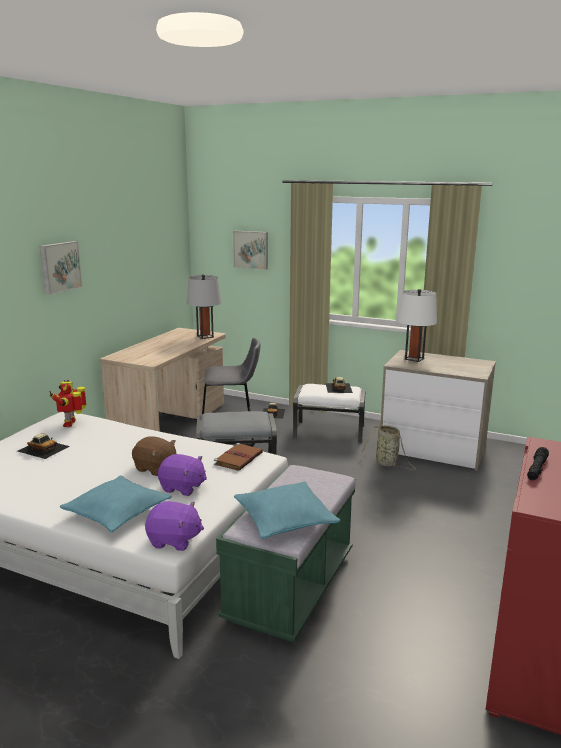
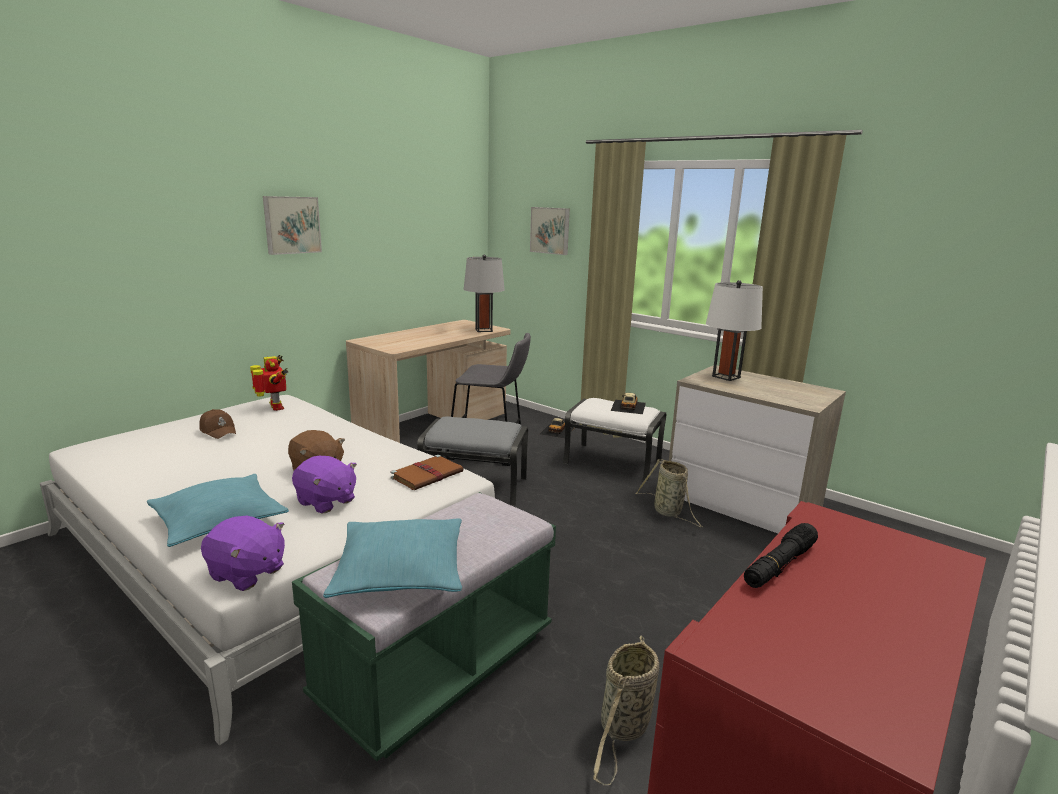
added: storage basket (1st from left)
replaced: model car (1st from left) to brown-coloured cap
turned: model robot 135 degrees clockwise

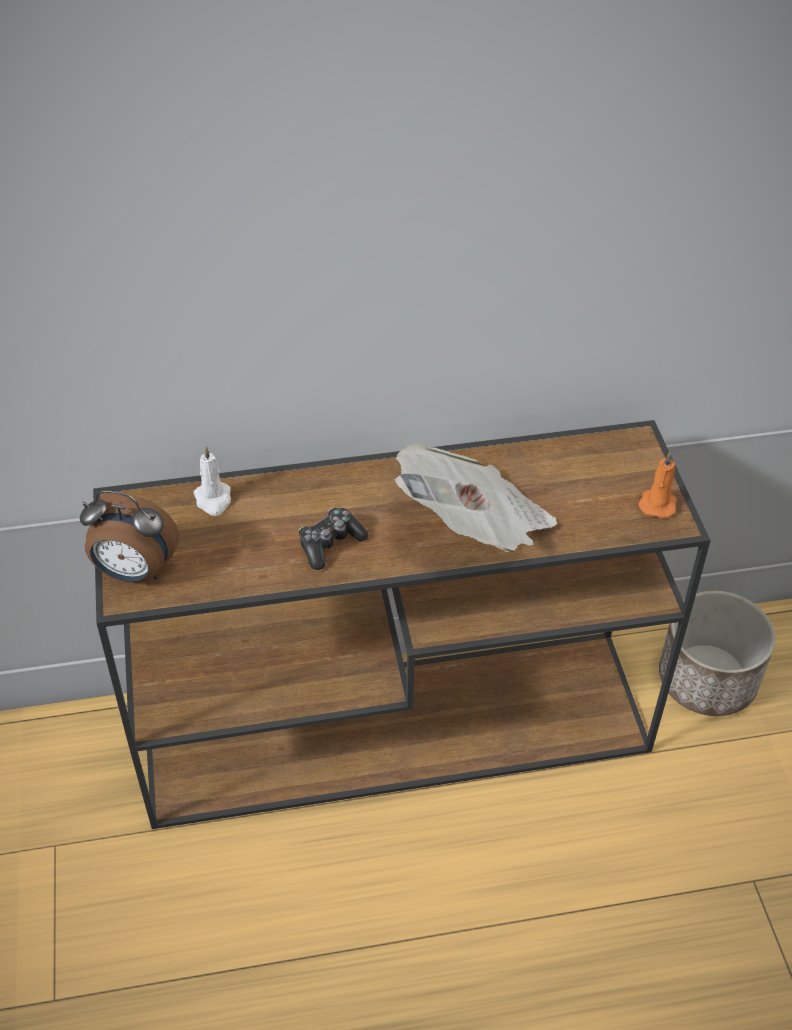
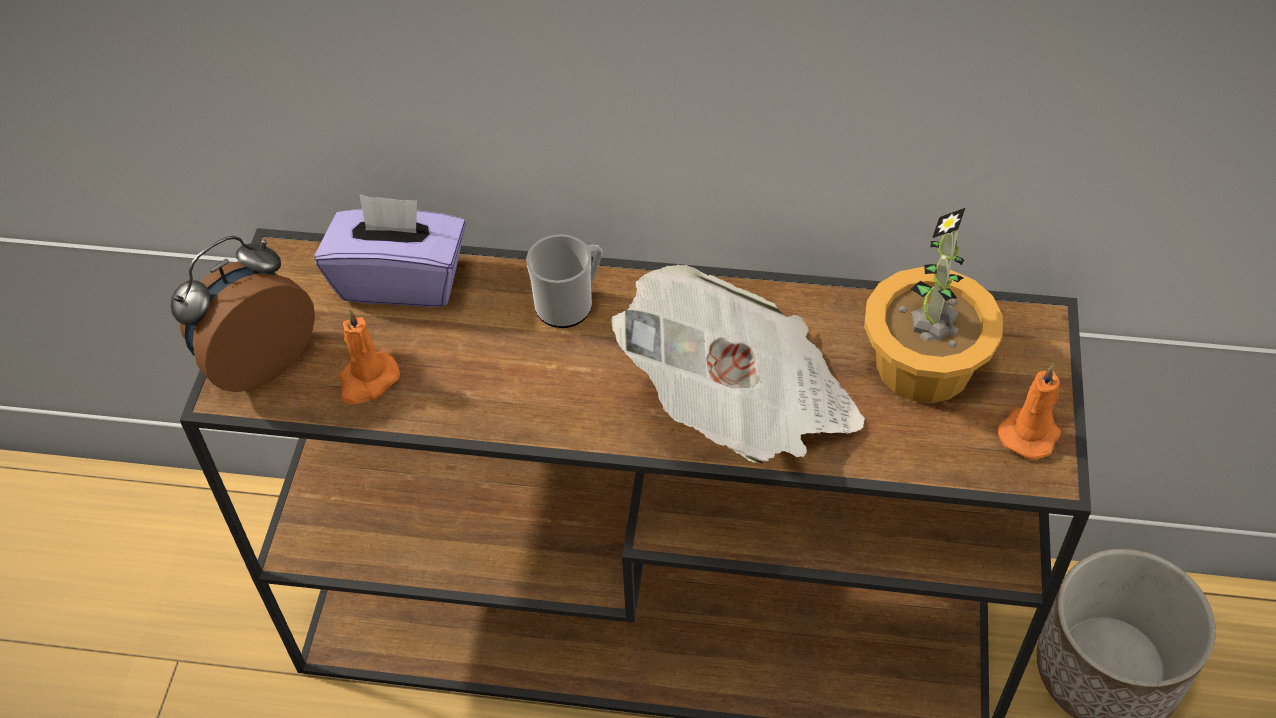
removed: gamepad
added: potted plant; mug; orangey candle (1st from left)
replaced: white-coloured candle to purplish tissue holder
turned: alarm clock 105 degrees clockwise

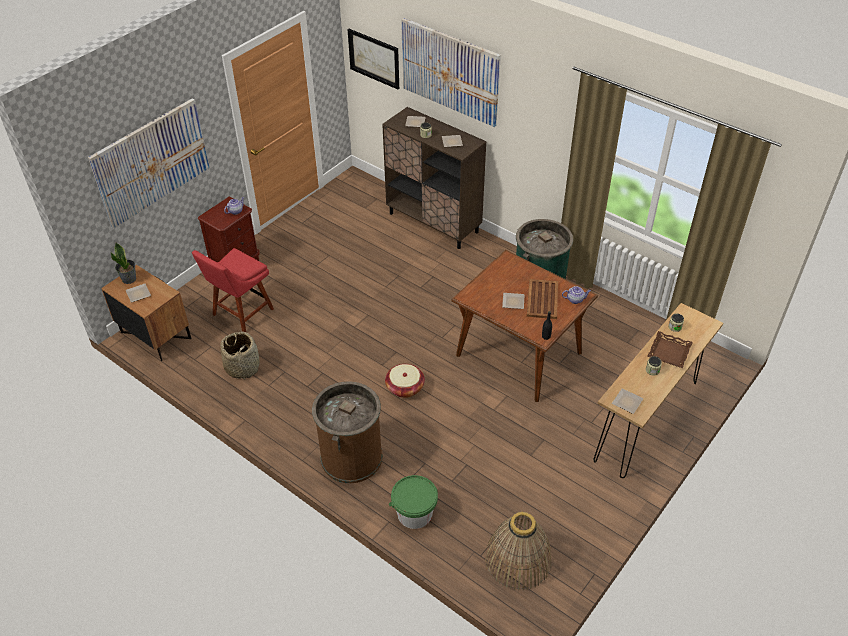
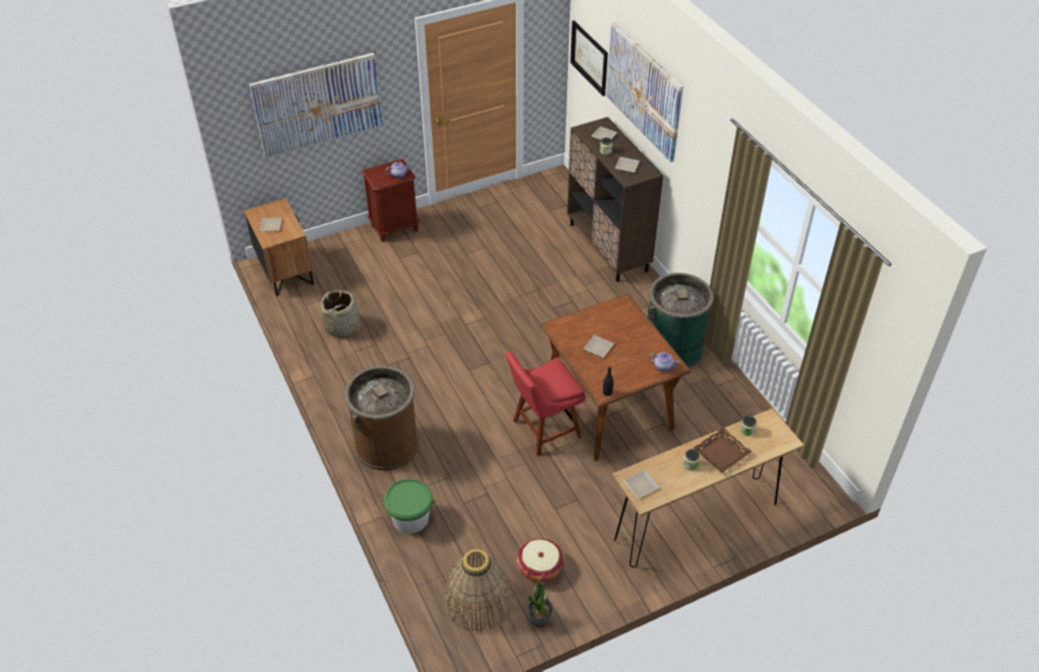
removed: brown-coloured carrying tray (1st from left)
moved: potted plant; reddish upright chair; storage basket (2nd from left in the first image) to storage basket (3rd from left)

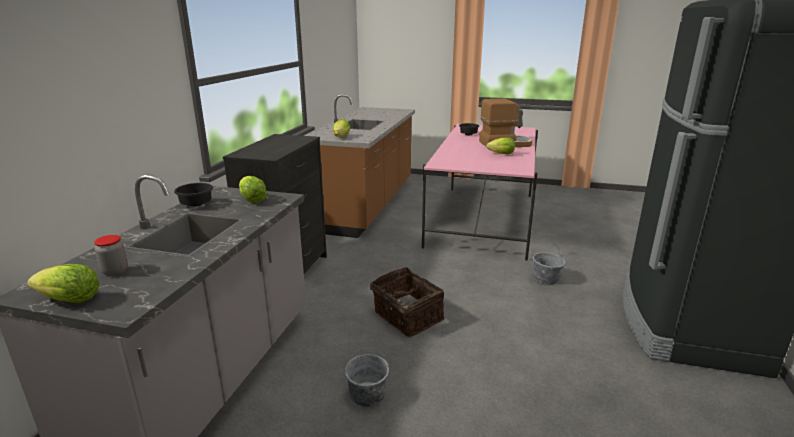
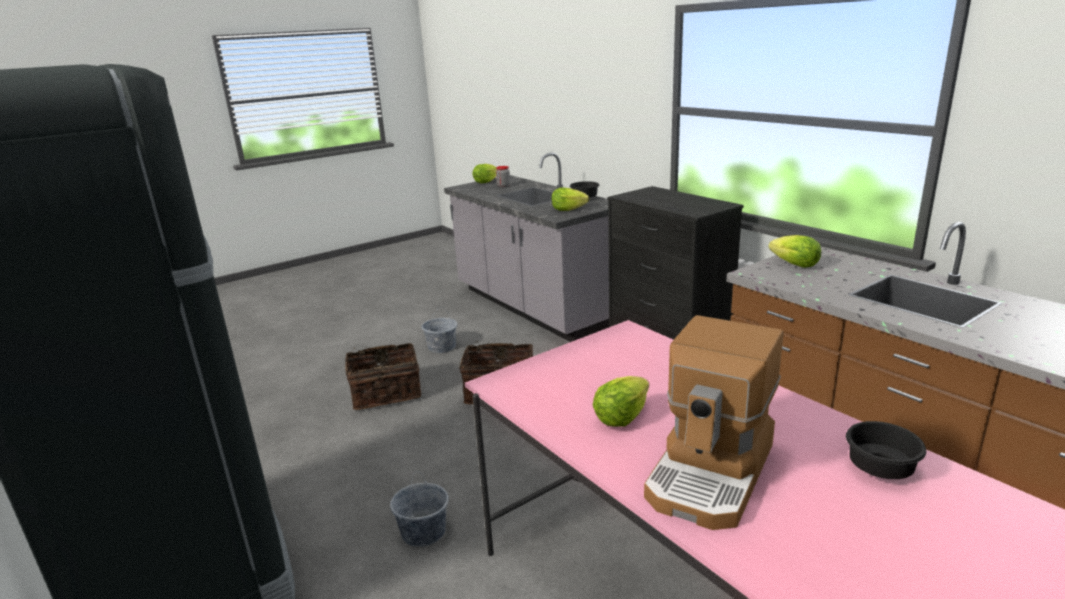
added: storage basket (1st from left)

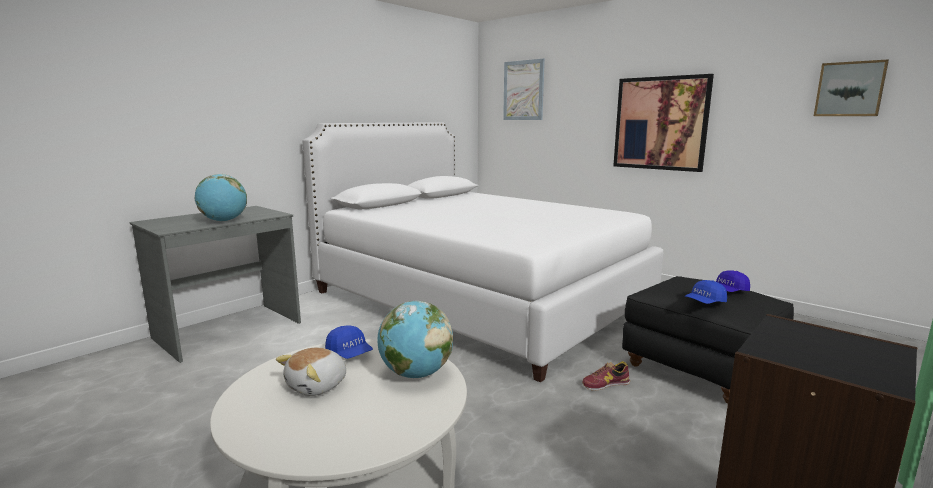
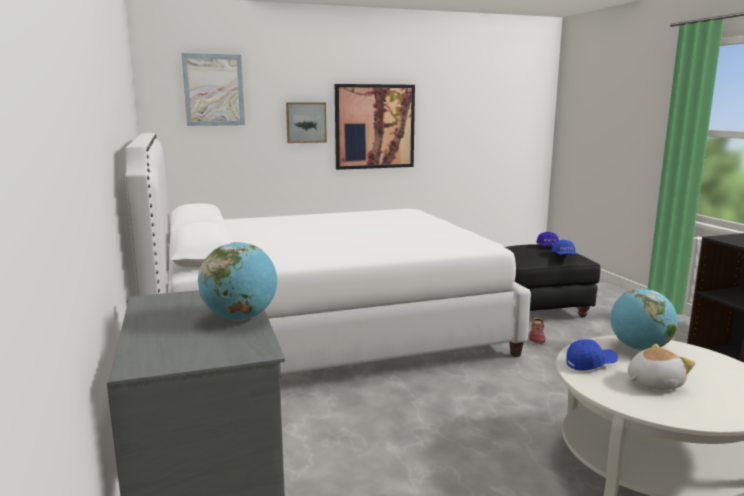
moved: wall art (3rd from left in the first image) to wall art (2nd from left)
turned: cuddly toy 90 degrees counterclockwise

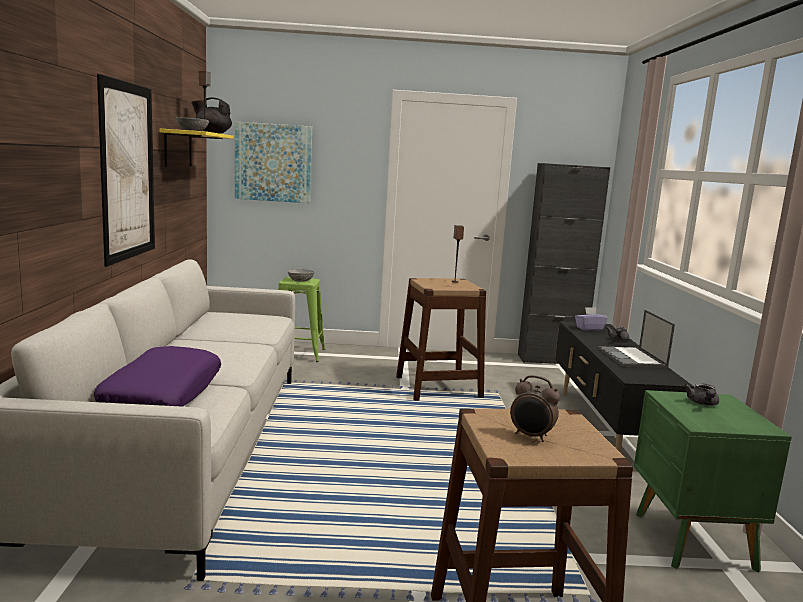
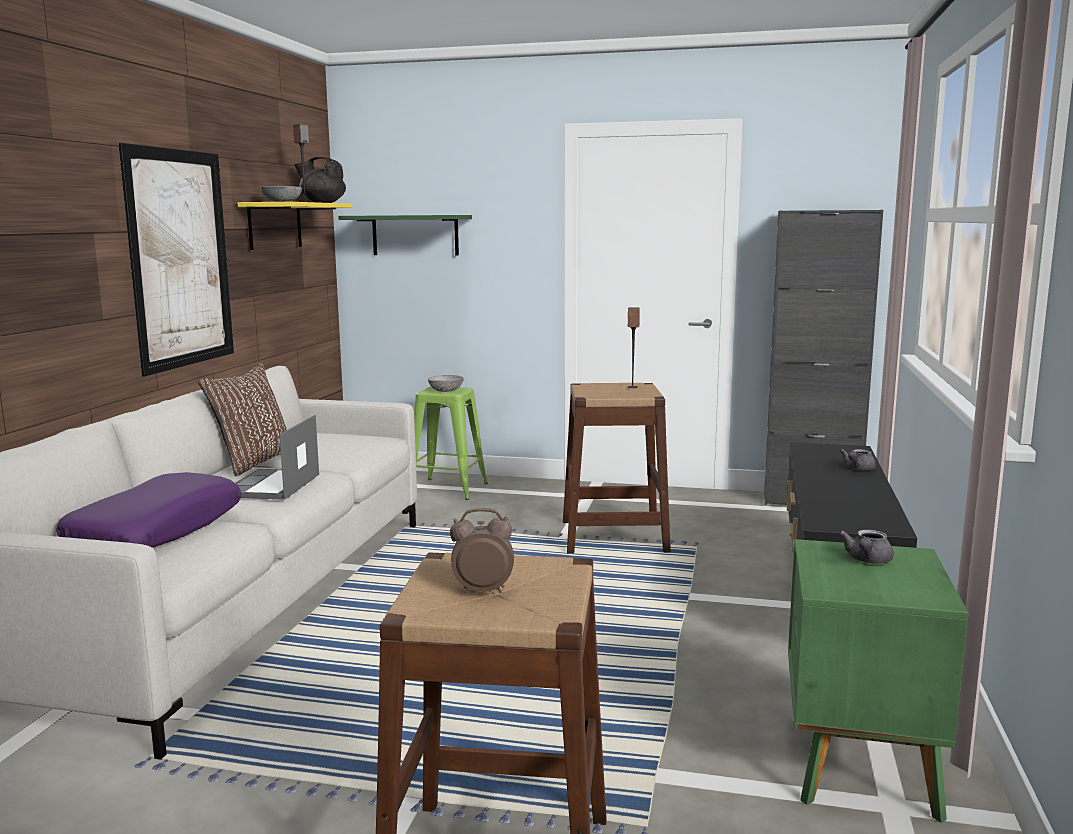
removed: purplish tissue holder
added: brown-coloured throw pillow
moved: notebook computer
replaced: wall art (2nd from left) to green-coloured bracket shelf
turned: alarm clock 135 degrees clockwise

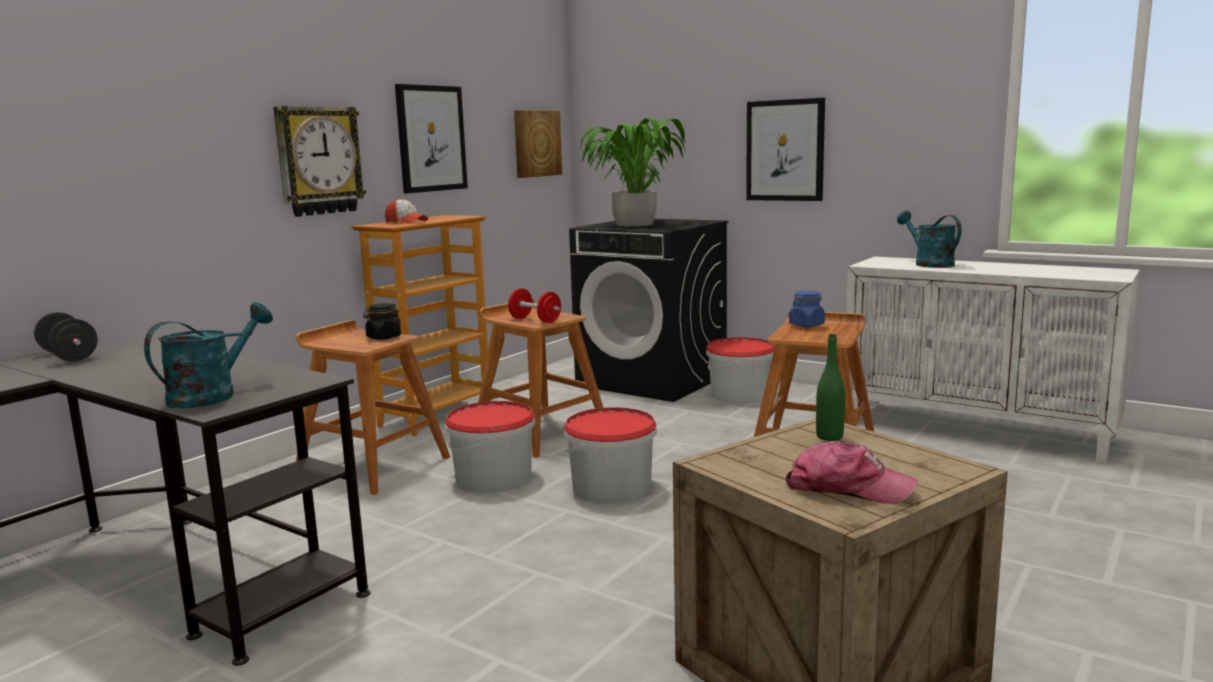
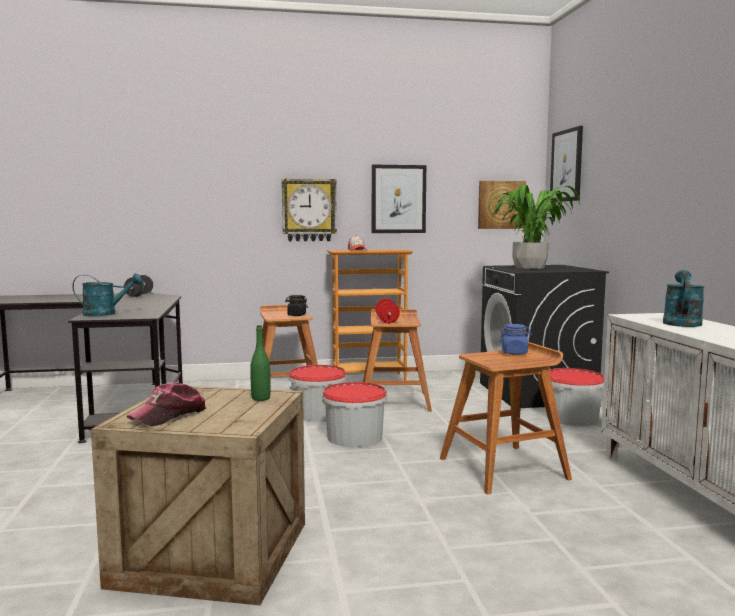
moved: wall art (3rd from left)
turned: cap (2nd from left in the first image) 60 degrees clockwise

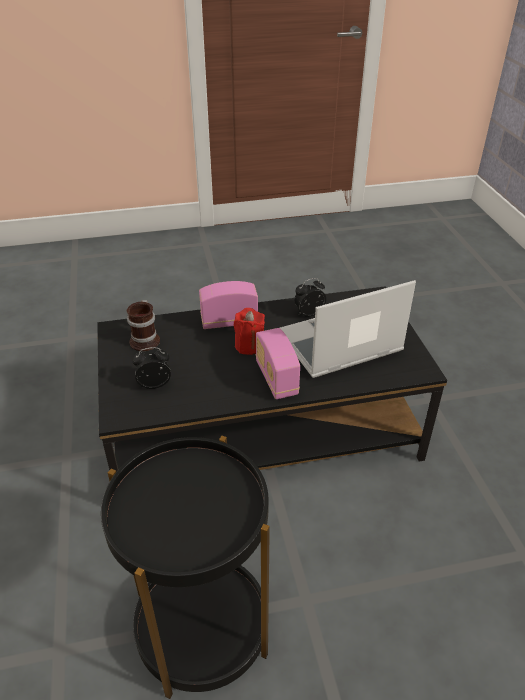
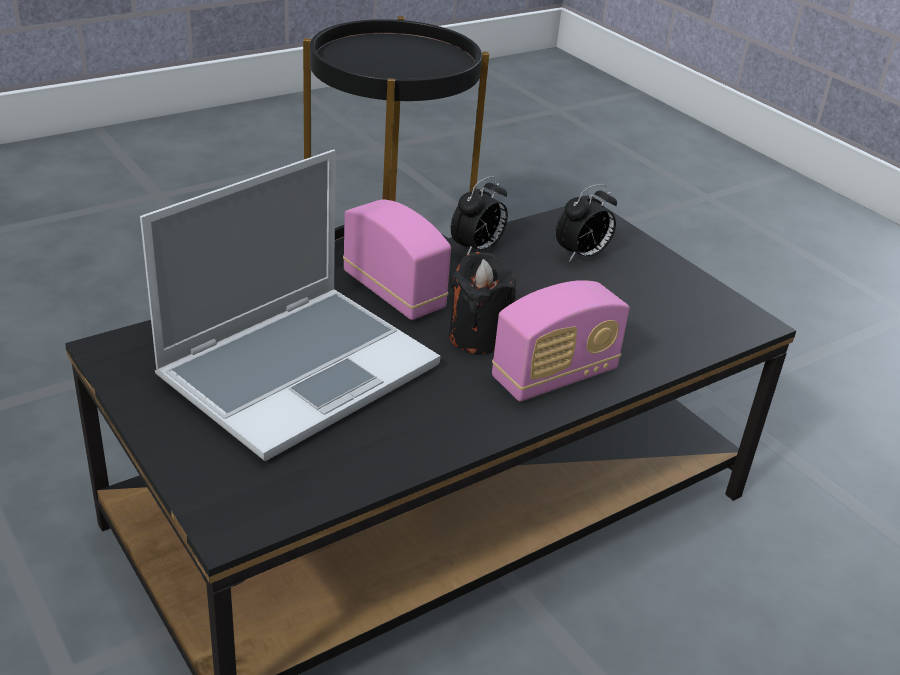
removed: mug
moved: alarm clock (2nd from left in the first image) to alarm clock (1st from left)
recoloured: reddish candle to black-coloured candle

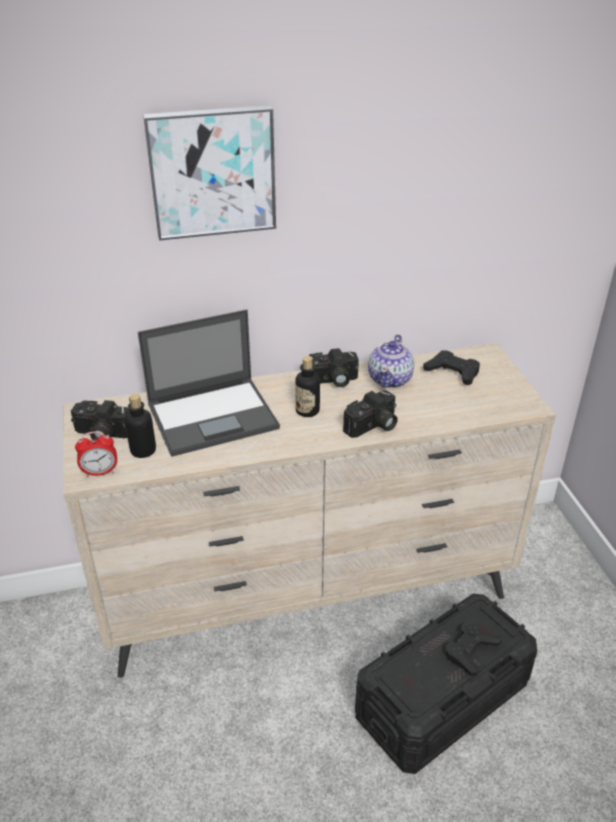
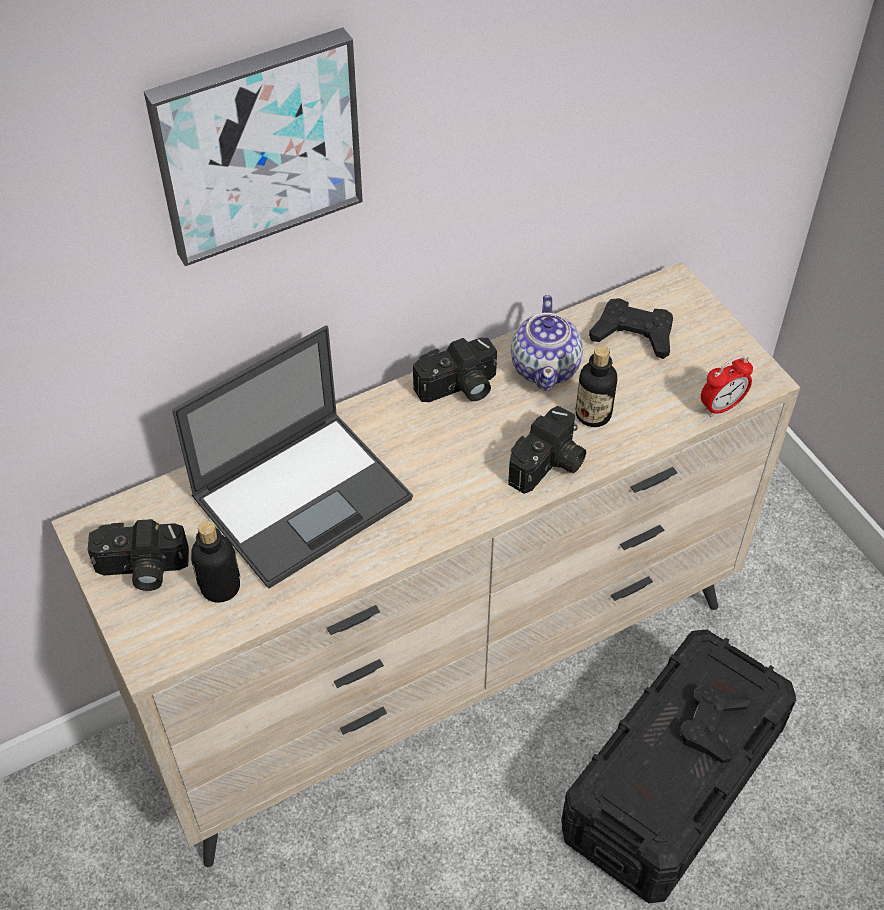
moved: drink bottle (2nd from left); alarm clock

